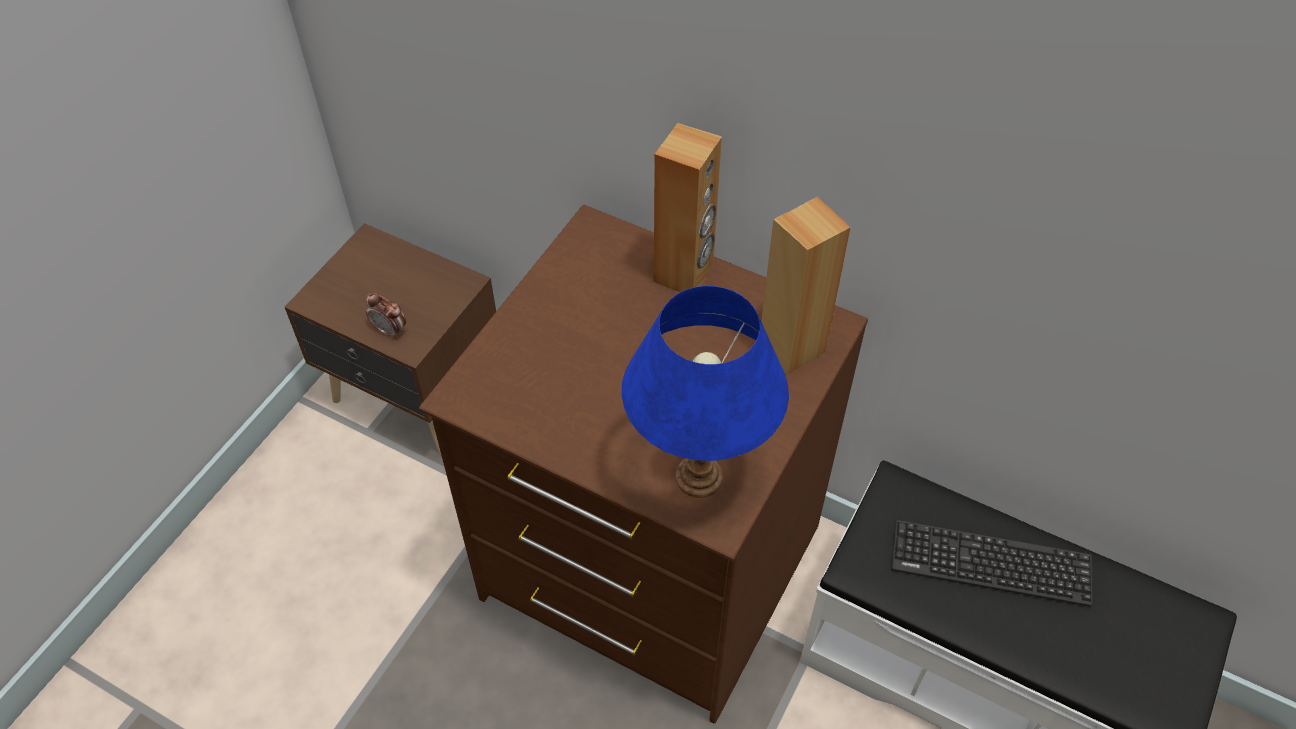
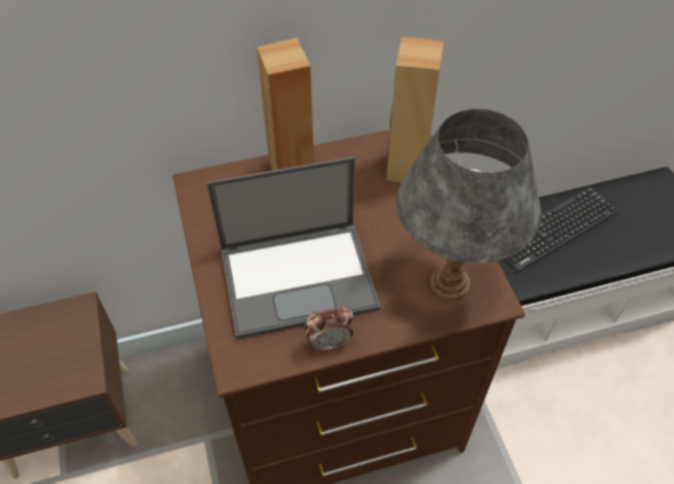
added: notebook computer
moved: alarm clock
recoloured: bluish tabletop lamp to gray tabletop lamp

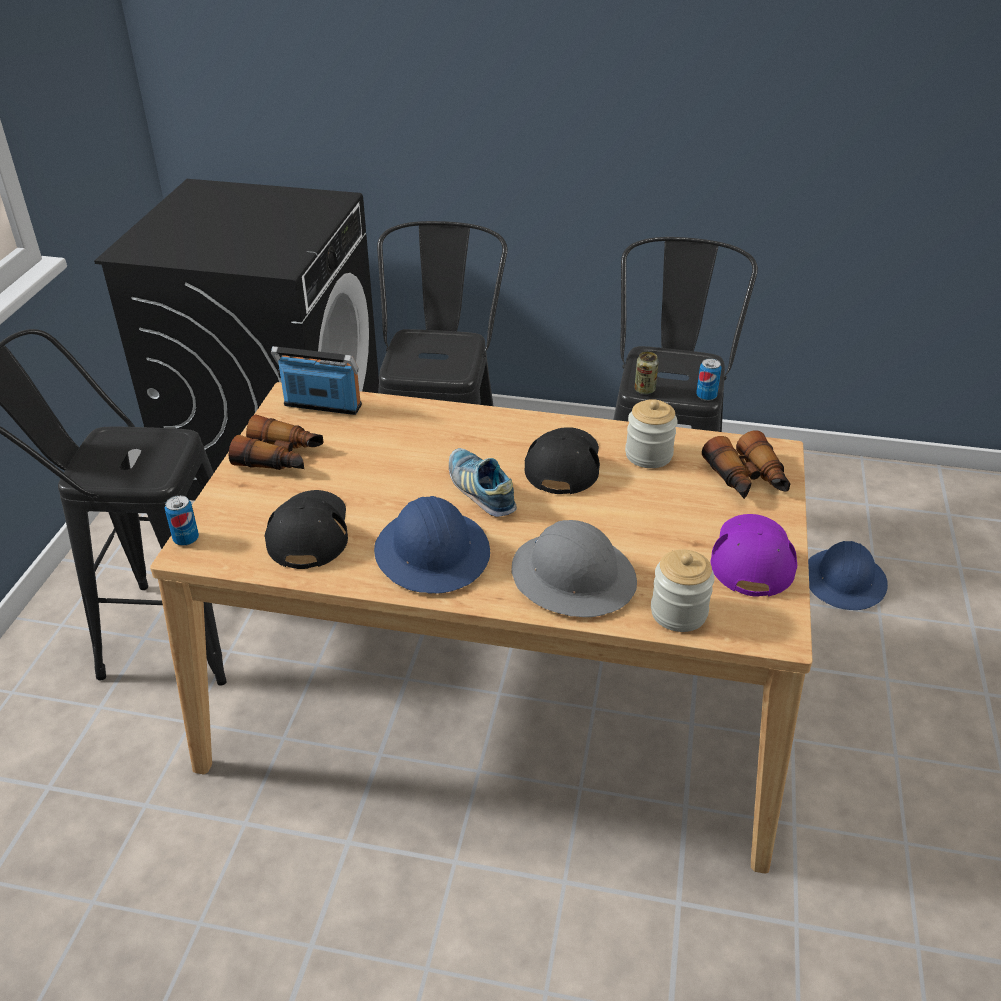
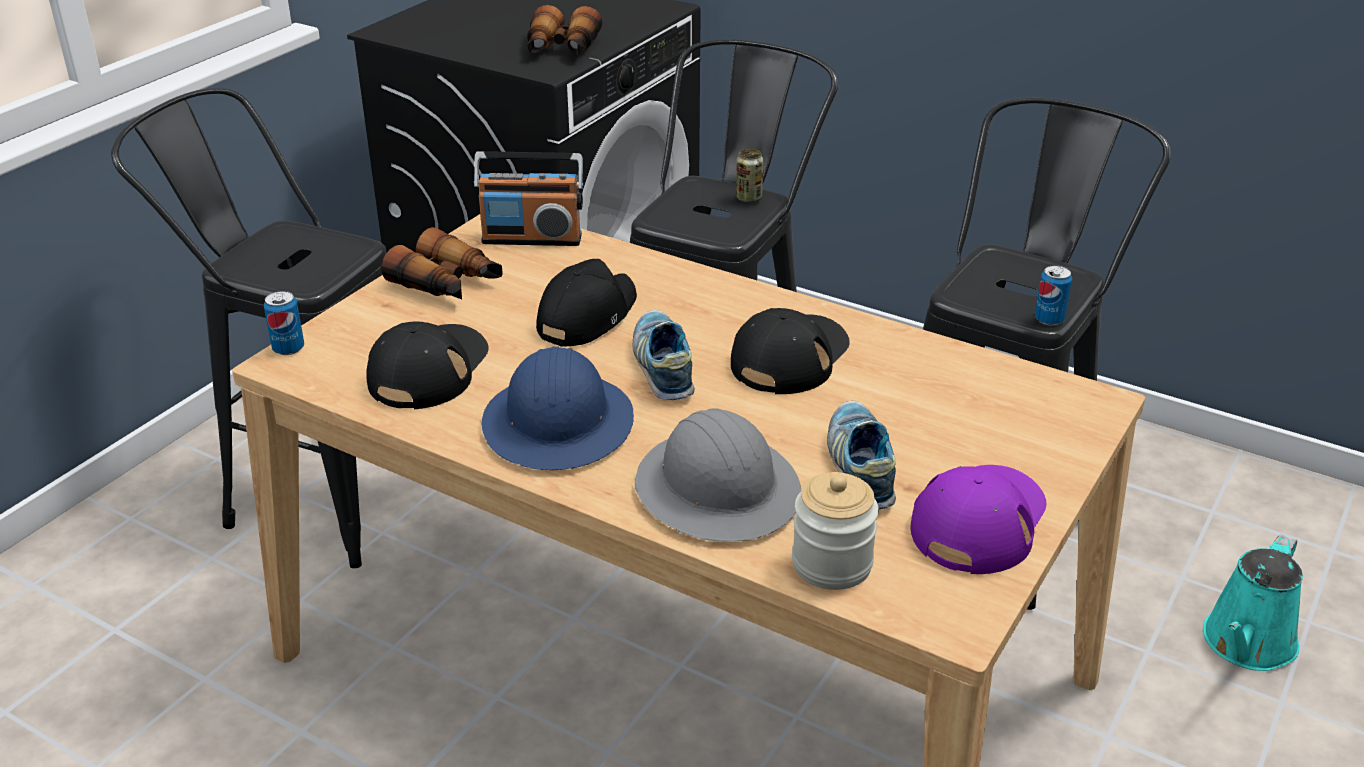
removed: jar (1st from left)
added: black-coloured cap (2nd from left); item of footwear (2nd from left)
moved: can (2nd from left); field glasses (2nd from left)
replaced: bluish work helmet (2nd from left) to turquoise sprinkling can
turned: radio set 150 degrees clockwise

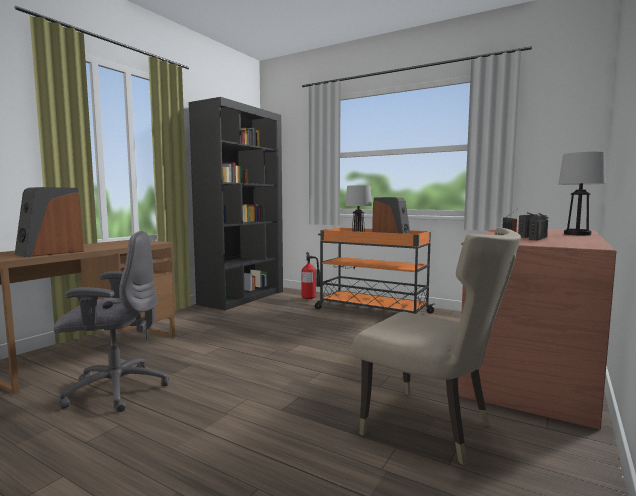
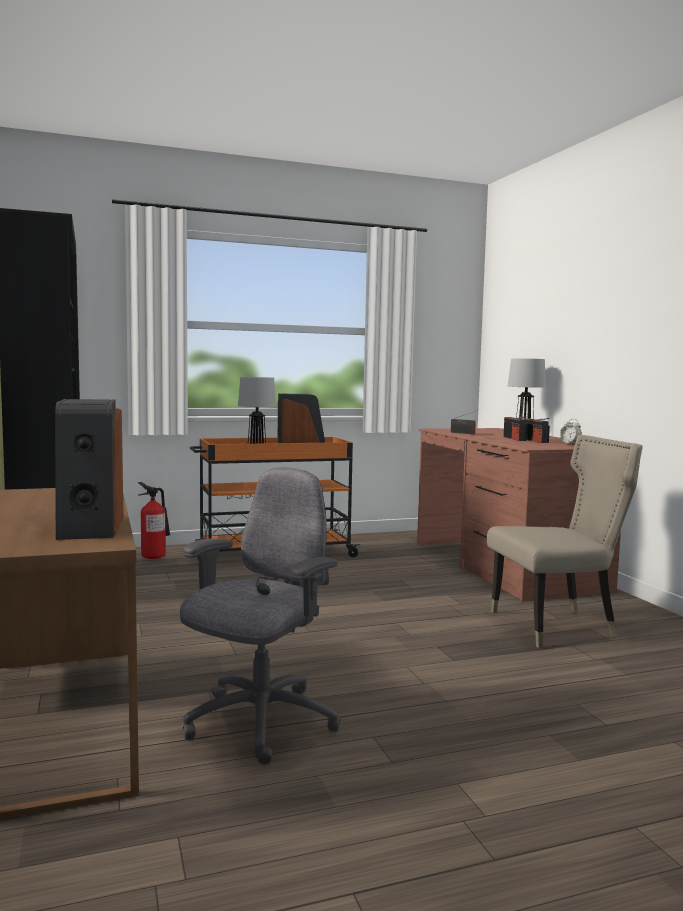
added: alarm clock

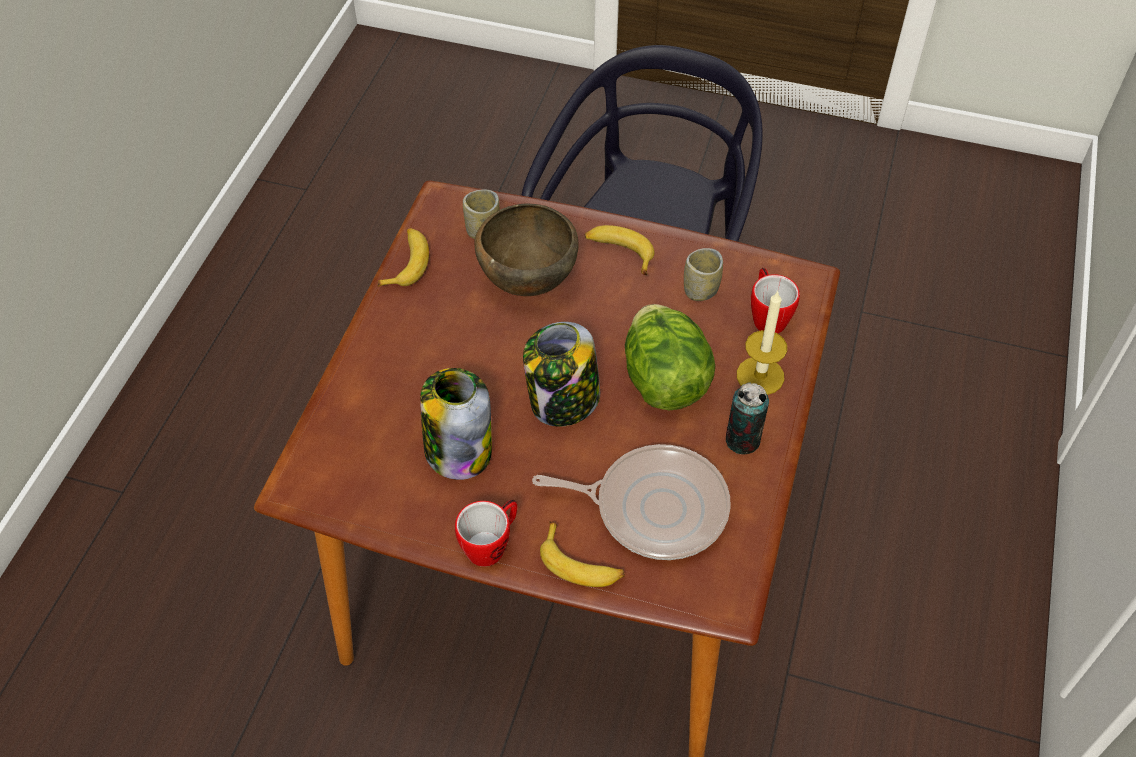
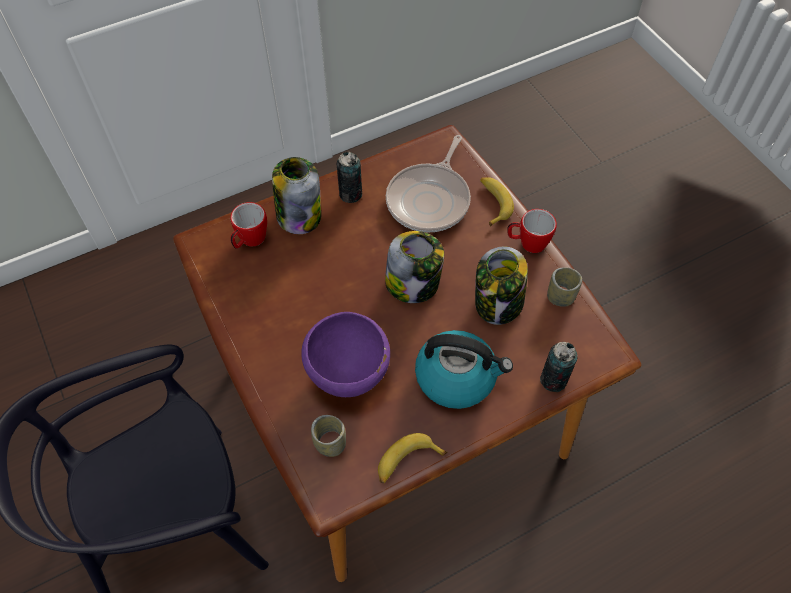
removed: banana fruit (3rd from left); head of lettuce
added: tea kettle; can (2nd from left)
moved: small cup (2nd from left)
replaced: candle to jar (1st from left)
recoloured: brown-coloured bowl to purplish bowl
turned: pan 120 degrees counterclockwise

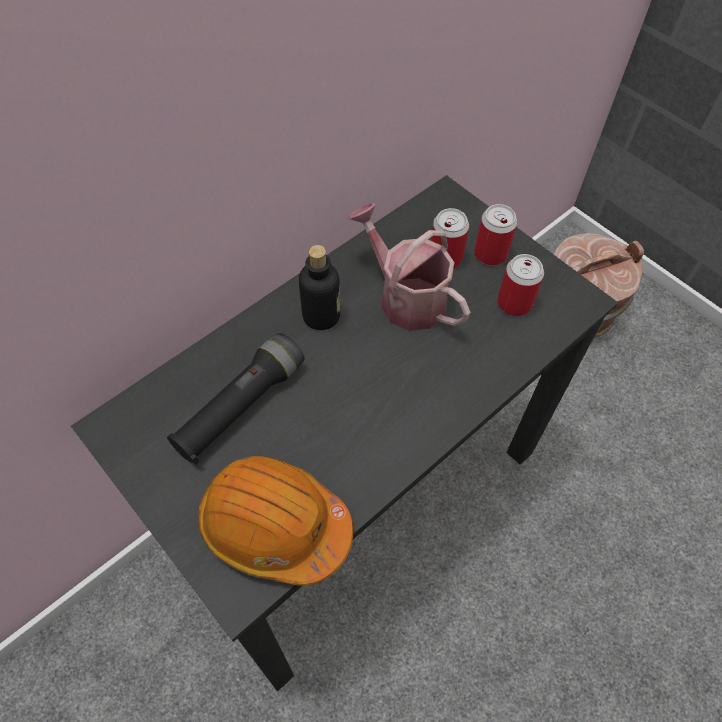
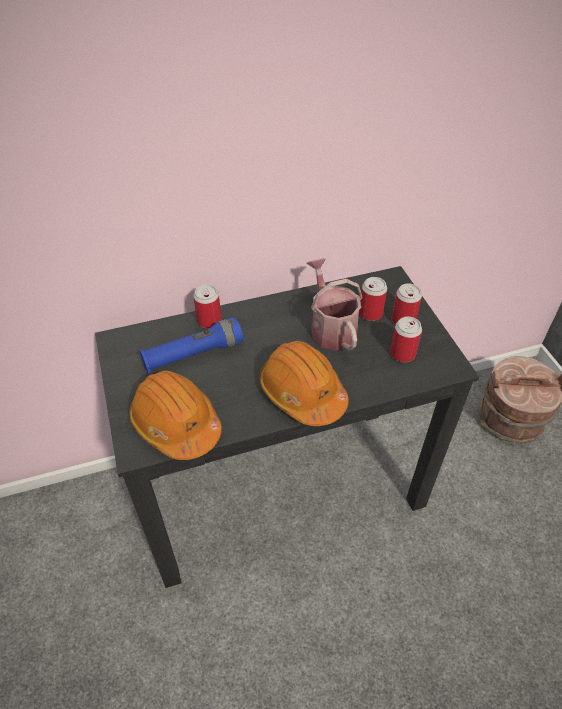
removed: drink bottle
added: can (1st from left); orangey work helmet (2nd from left)
recoloured: black-coloured torch to bluish torch

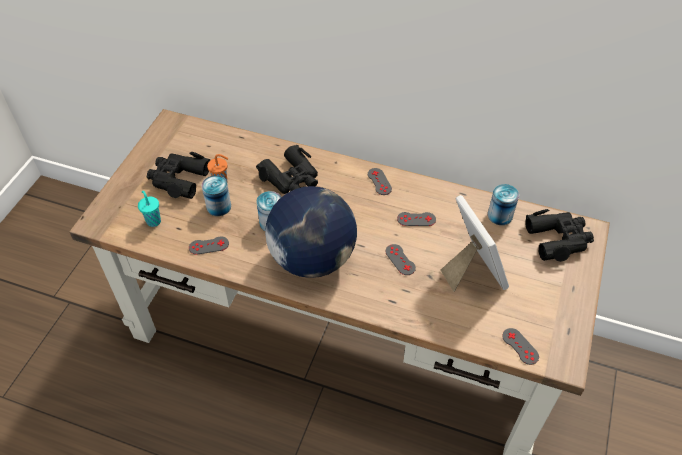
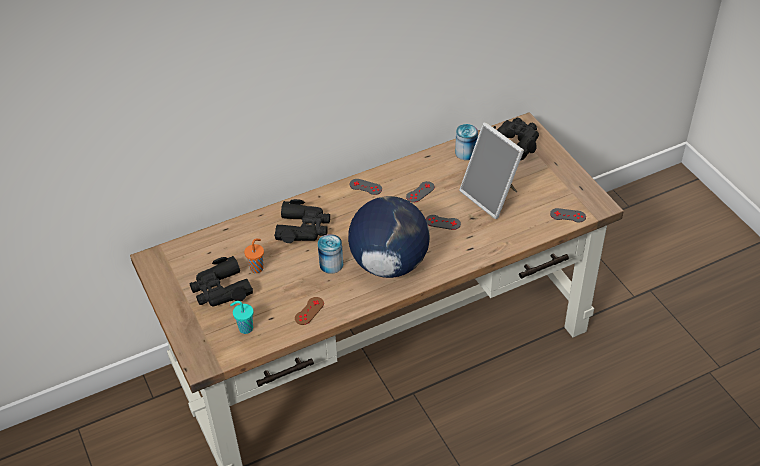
removed: can (1st from left)
recoloured: gray gamepad (1st from left) to brown-coloured gamepad
turned: standing frame 150 degrees counterclockwise

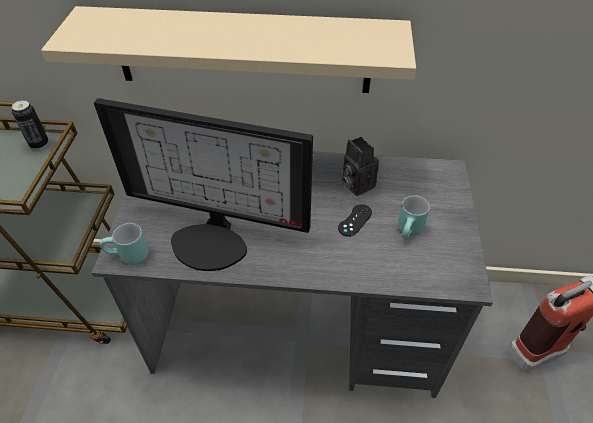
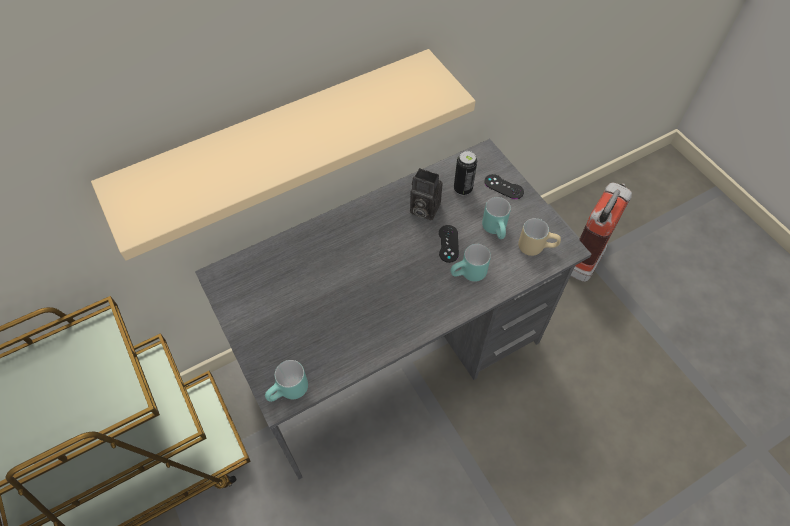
removed: computer screen
added: black-coloured gamepad (2nd from left); sand-coloured mug; turquoise mug (2nd from left)
moved: can

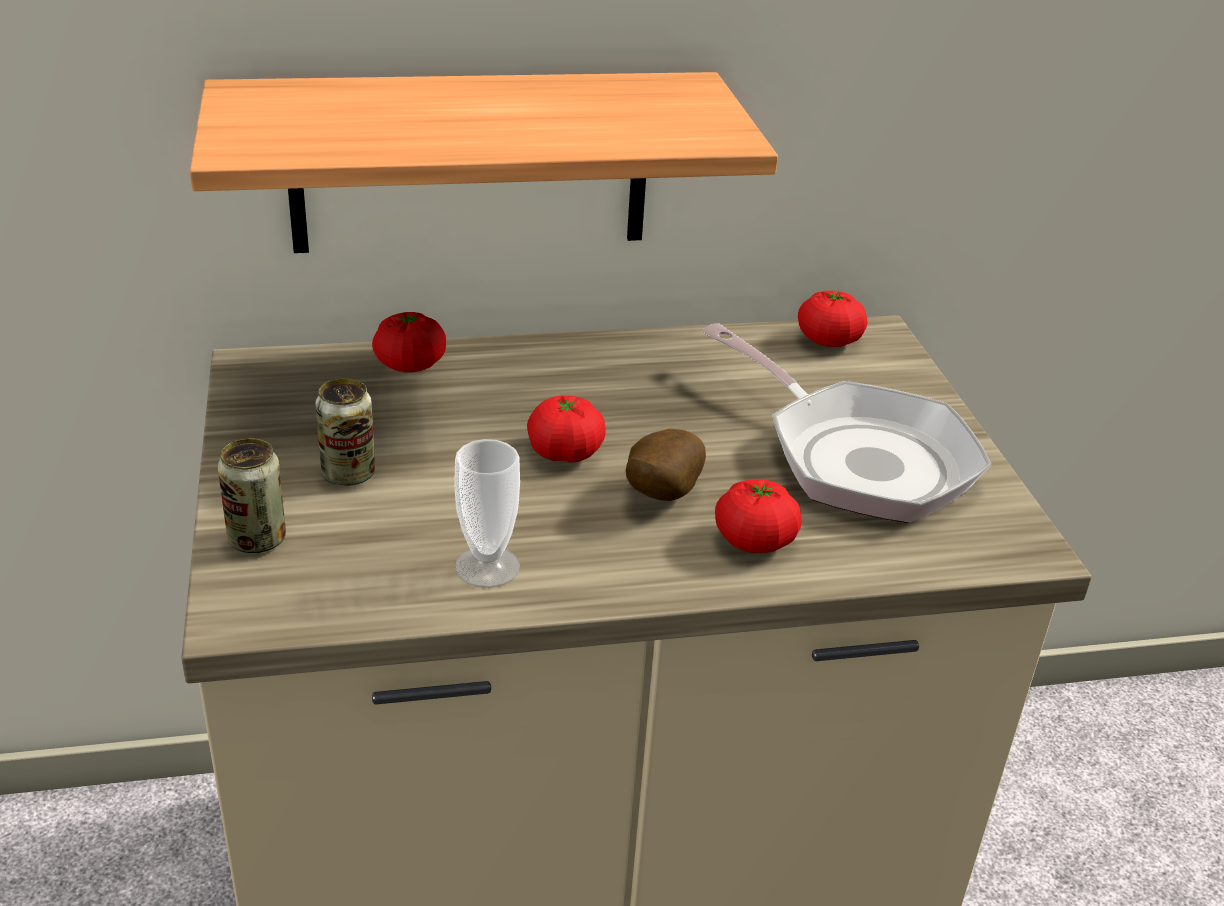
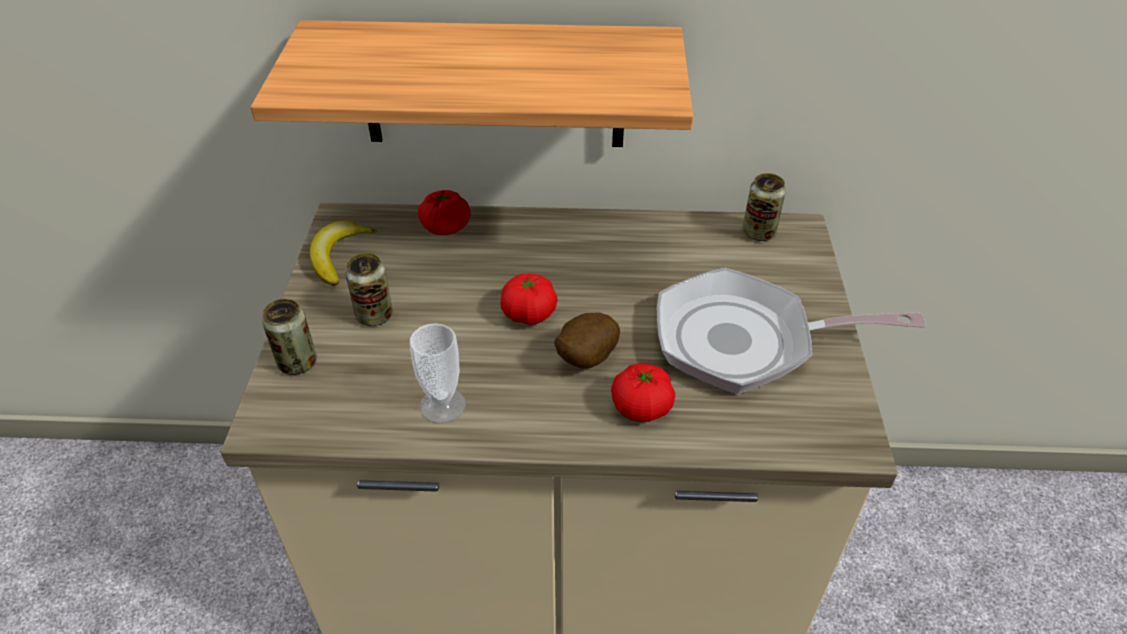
added: banana fruit
replaced: tomato (4th from left) to can (3rd from left)
turned: pan 120 degrees clockwise

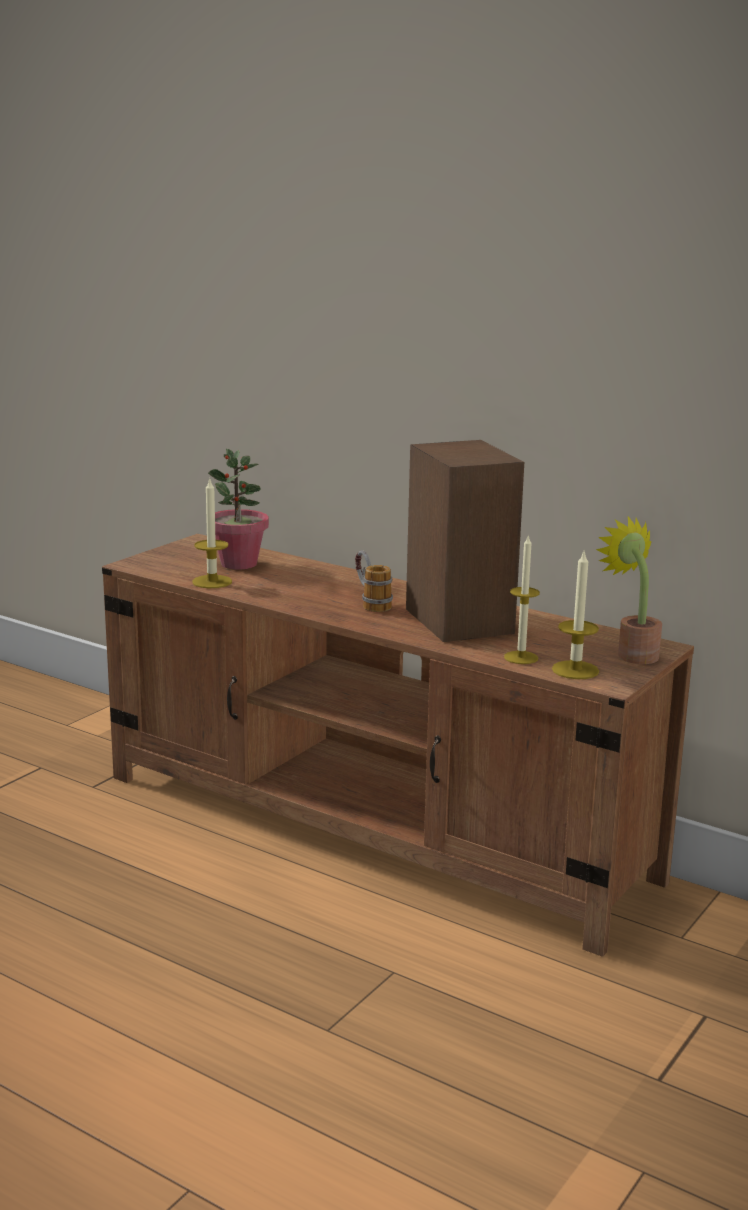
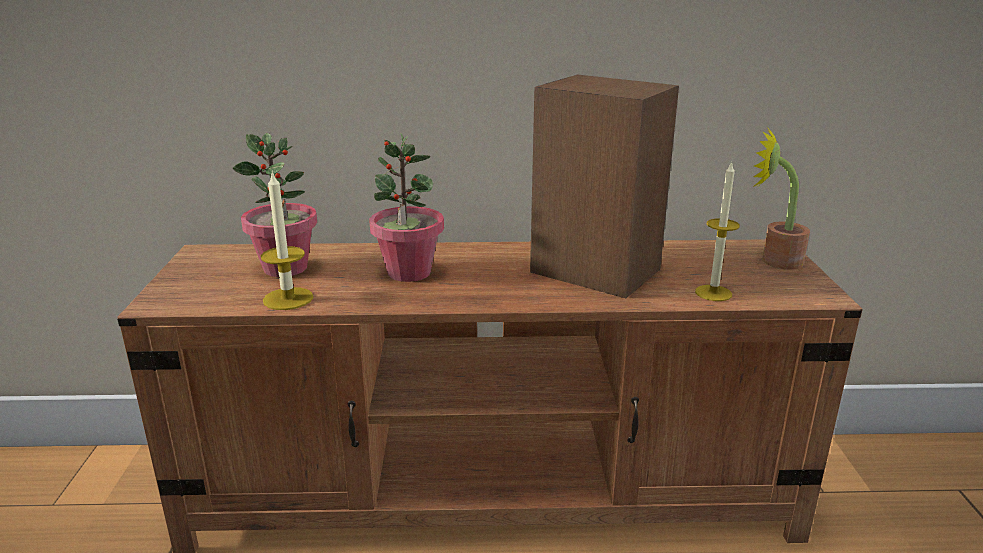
removed: candle (3rd from left); mug
added: potted plant (2nd from left)

